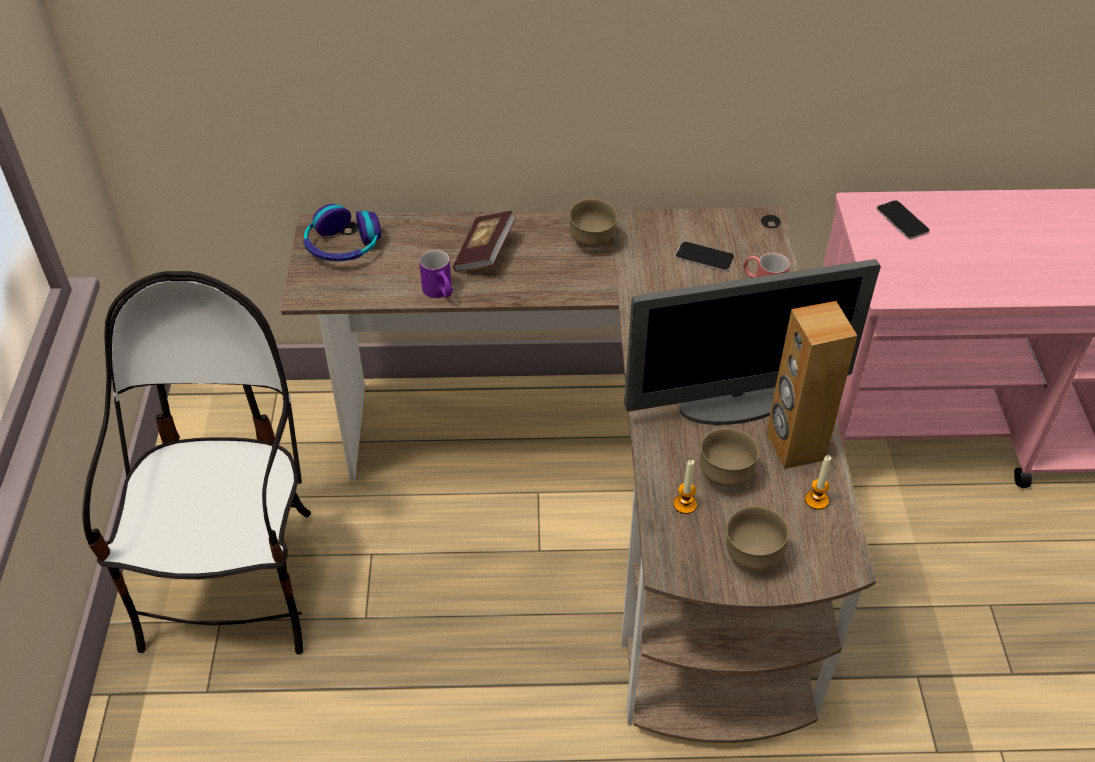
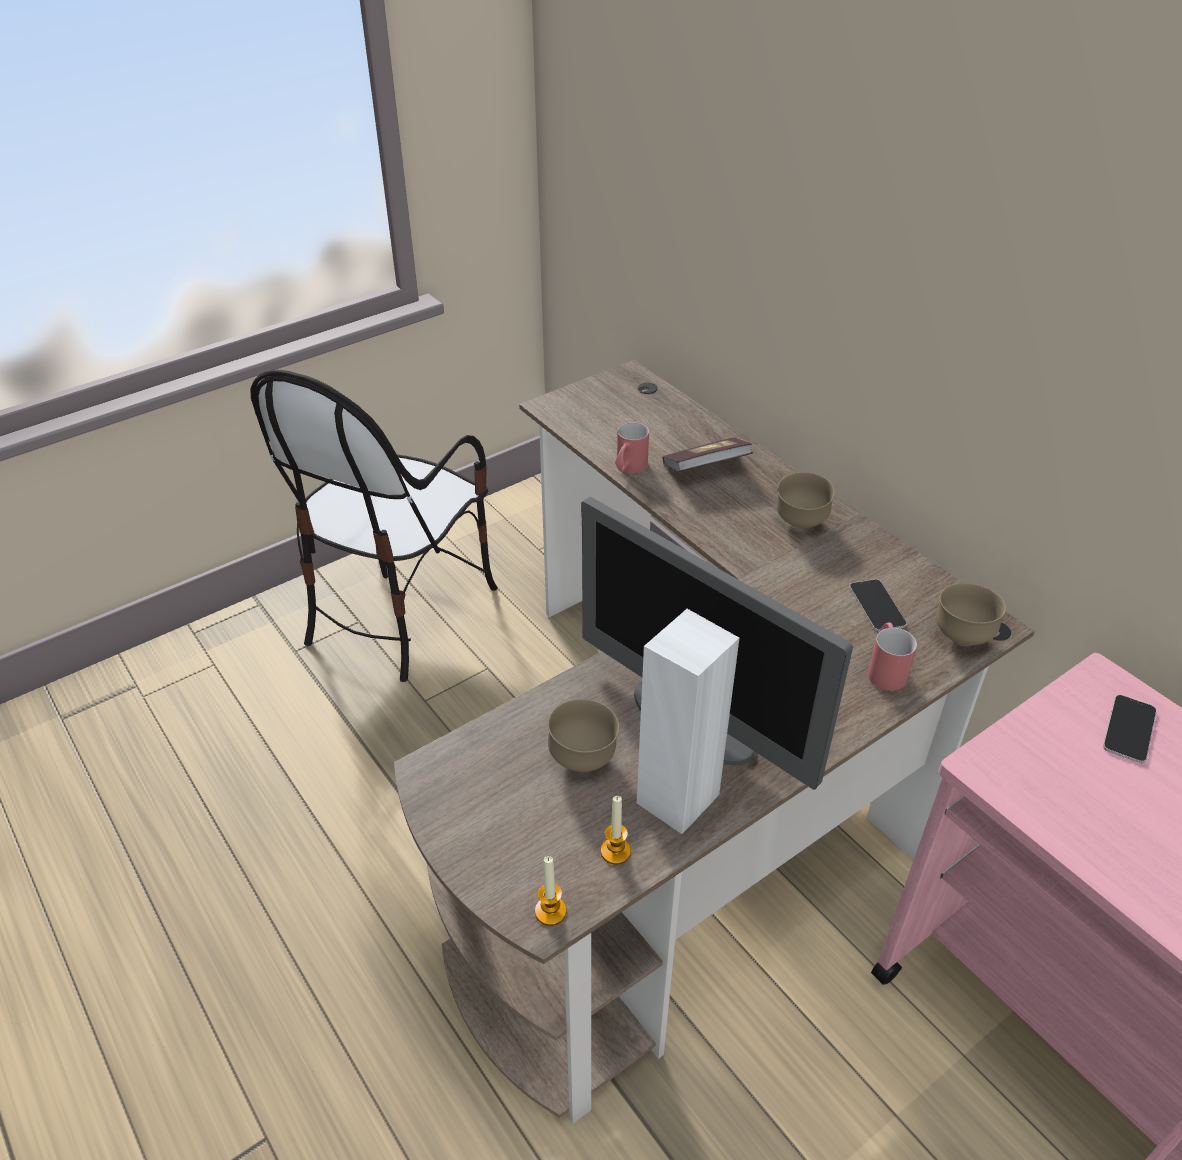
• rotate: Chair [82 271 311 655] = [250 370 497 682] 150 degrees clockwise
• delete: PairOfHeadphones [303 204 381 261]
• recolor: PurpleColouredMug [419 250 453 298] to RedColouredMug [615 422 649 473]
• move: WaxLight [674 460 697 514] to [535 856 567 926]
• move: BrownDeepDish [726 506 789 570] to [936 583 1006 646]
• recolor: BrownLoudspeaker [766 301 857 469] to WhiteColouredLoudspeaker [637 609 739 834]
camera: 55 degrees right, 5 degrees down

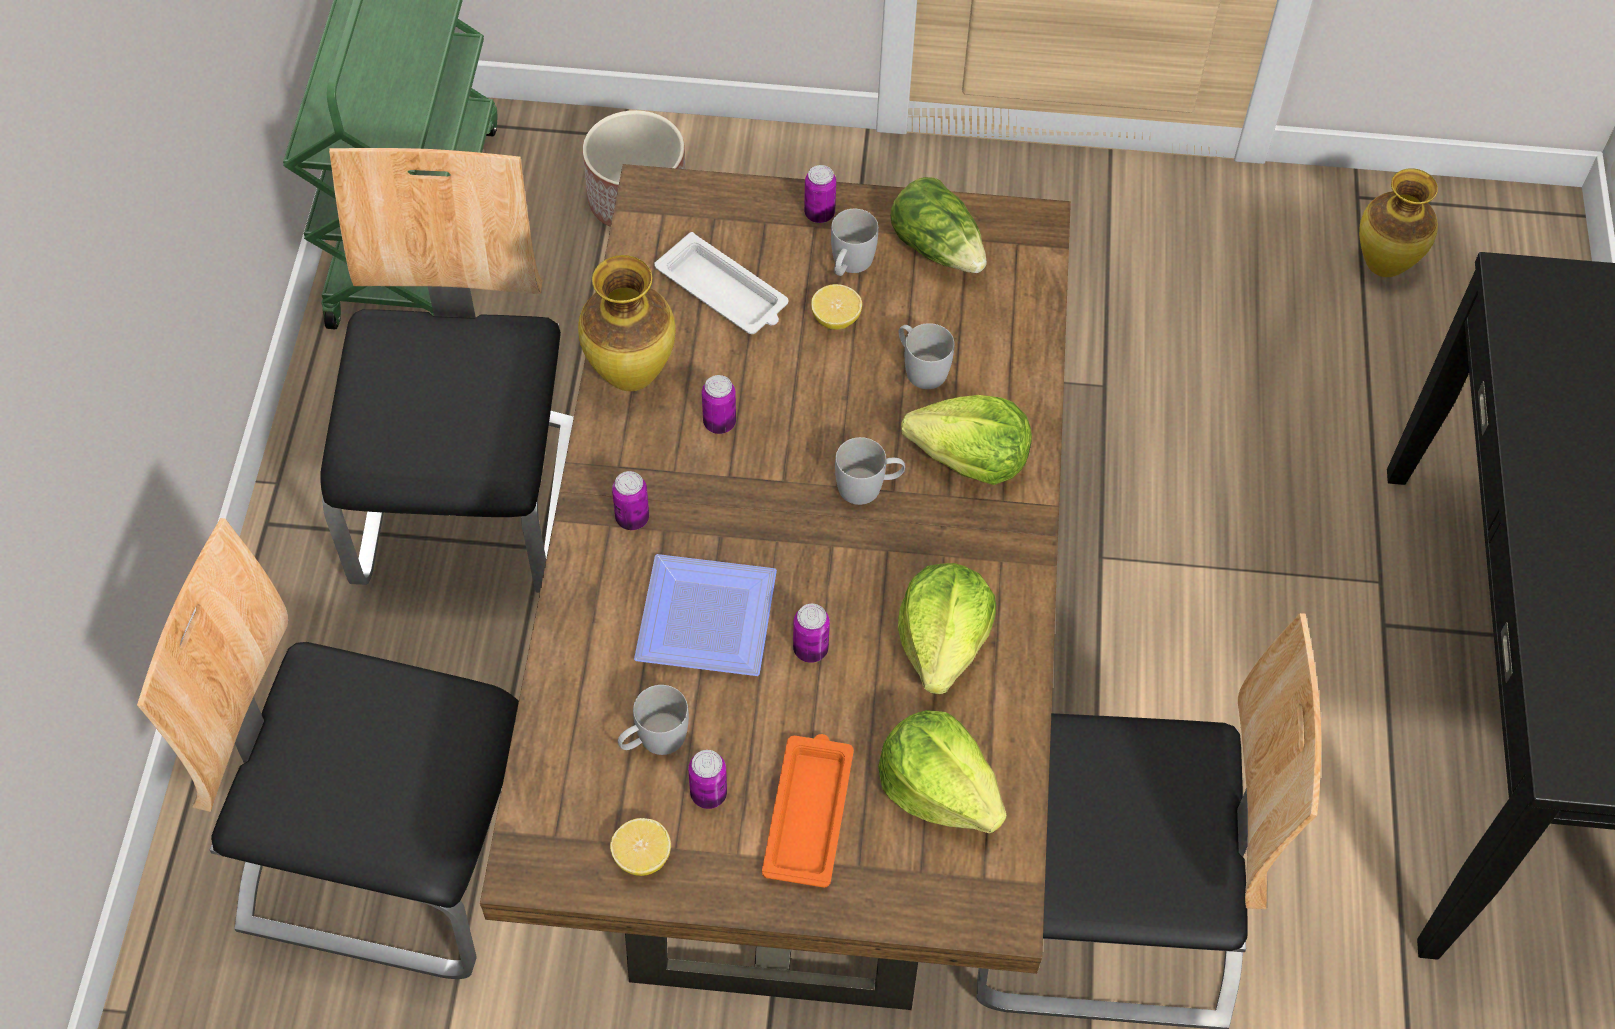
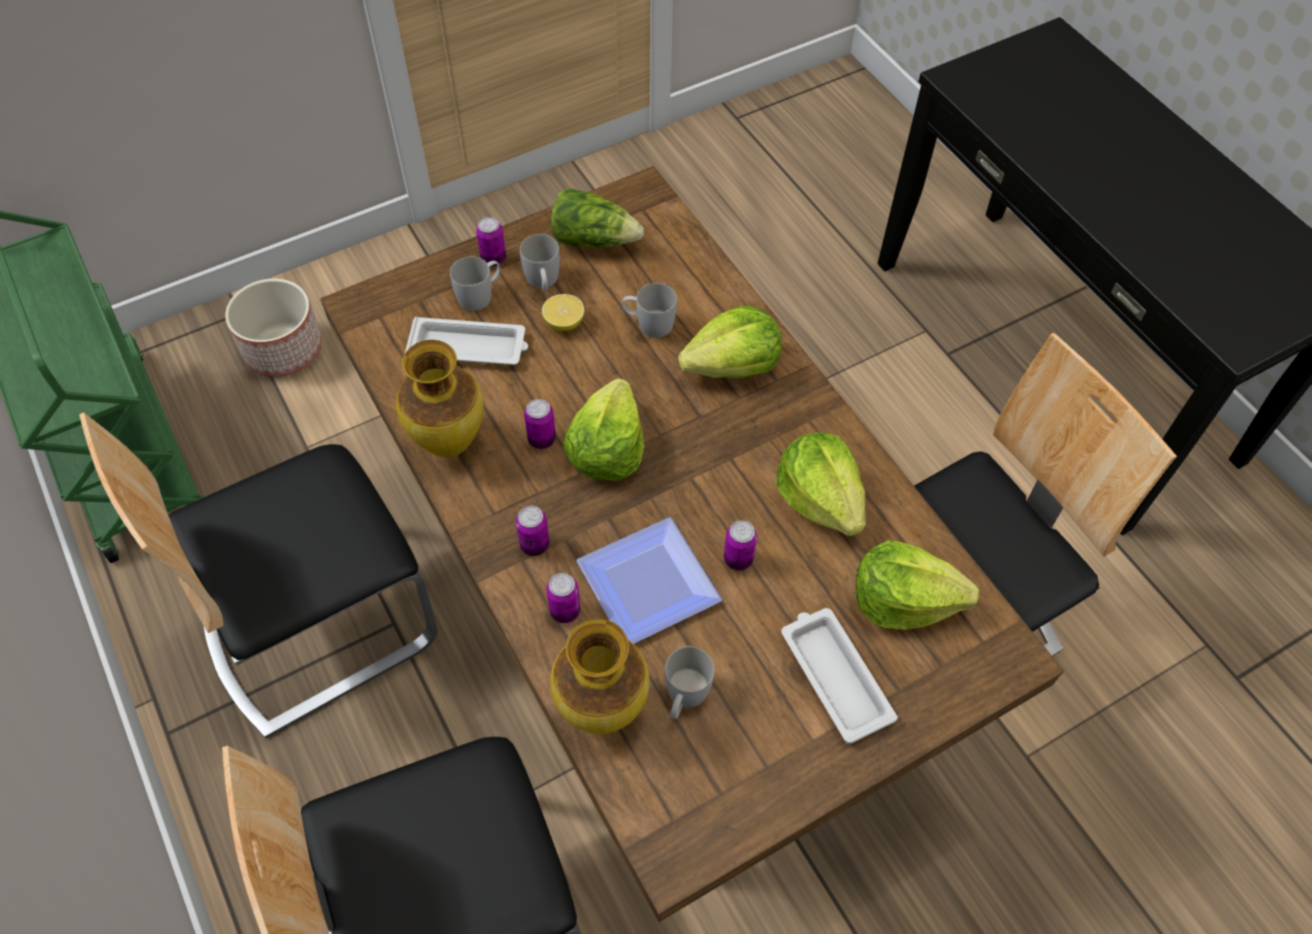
• rotate: Chair [320 148 574 593] = [79 412 438 739] 90 degrees counterclockwise
• delete: CitrusFruit [610 818 671 876]
• move: MetalCan [688 750 727 809] to [546 573 580 623]
• recolor: OrangeyServingTray [762 734 854 888] to WhiteColouredServingTray [781 608 898 744]
• move: WhiteColouredMug [835 437 905 505] to [450 256 501 311]
• move: FlowerVase [1359 168 1438 277] to [550 619 650 734]
• insert: LettuceHead [563 379 644 481]
camera: 35 degrees left, 0 degrees up

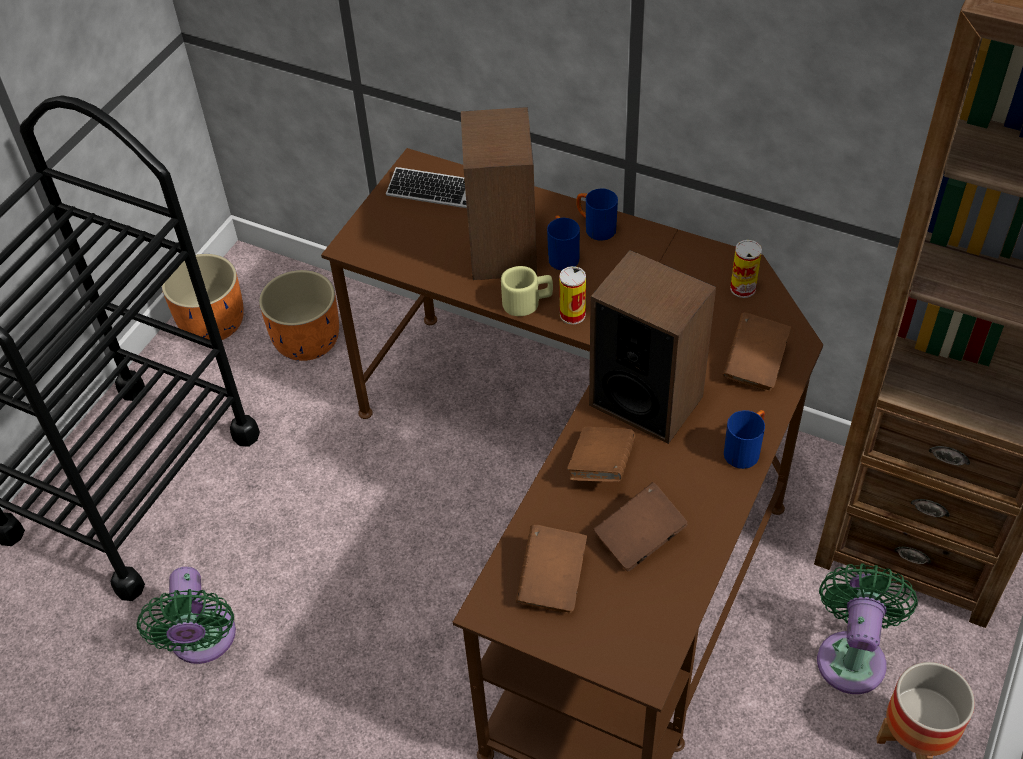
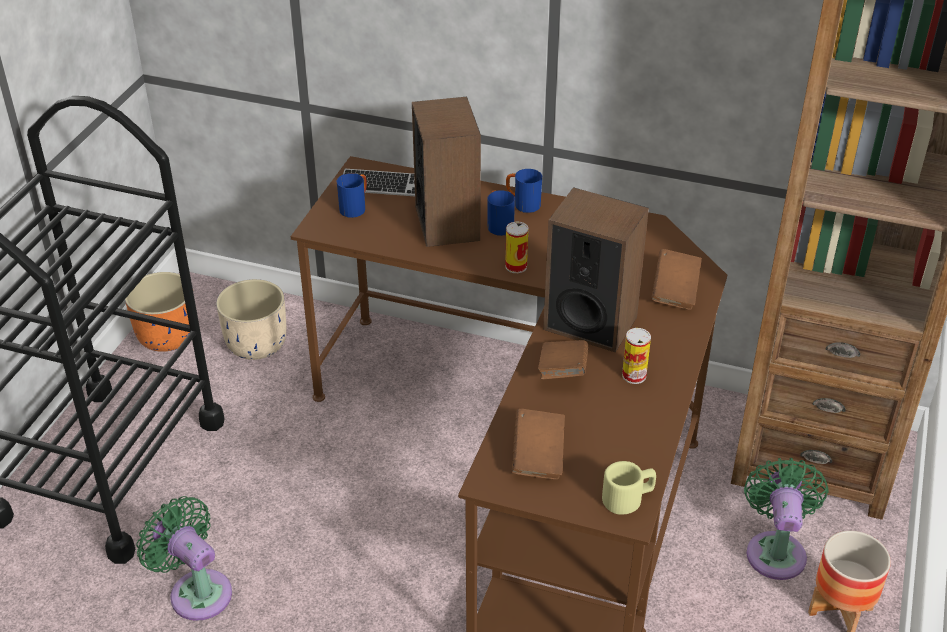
• rotate: GreenColouredElectricFan [137 567 236 664] = [137 496 232 621] 150 degrees clockwise
• recolor: OrangeyPlanter [259 270 339 361] to BeigeColouredPlanter [216 279 286 360]
• move: BeigeColouredMug [501 266 553 316] to [602 461 656 515]
• delete: BrownVolume [593 482 688 571]
• move: BluishMug [724 410 765 469] to [337 173 367 218]
• move: MetalCan [730 240 762 298] to [622 328 651 384]
camera: 10 degrees left, 10 degrees down

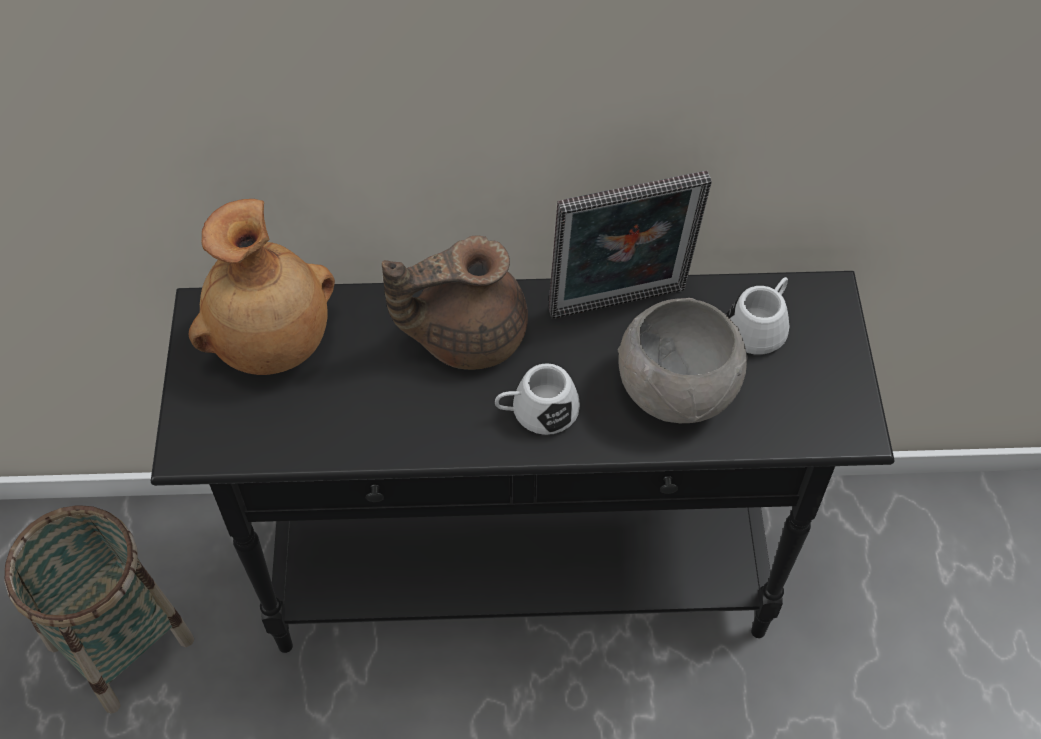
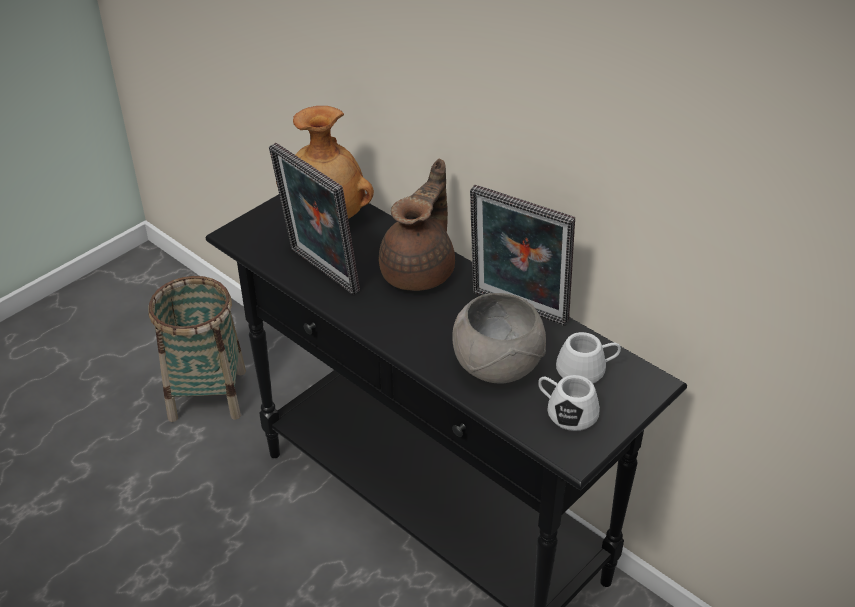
• rotate: BrownPotForTea [382 235 528 370] = [379 159 455 291] 90 degrees clockwise
• move: WhiteColouredMug [495 363 580 435] to [538 375 600 431]
• insert: PictureFrame [269 143 360 295]
camera: 45 degrees right, 15 degrees down

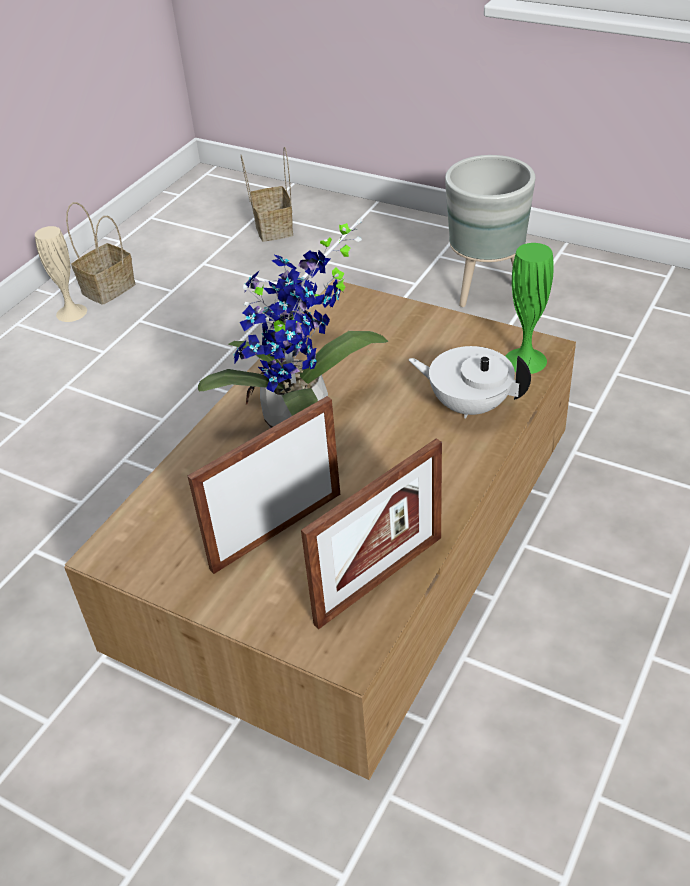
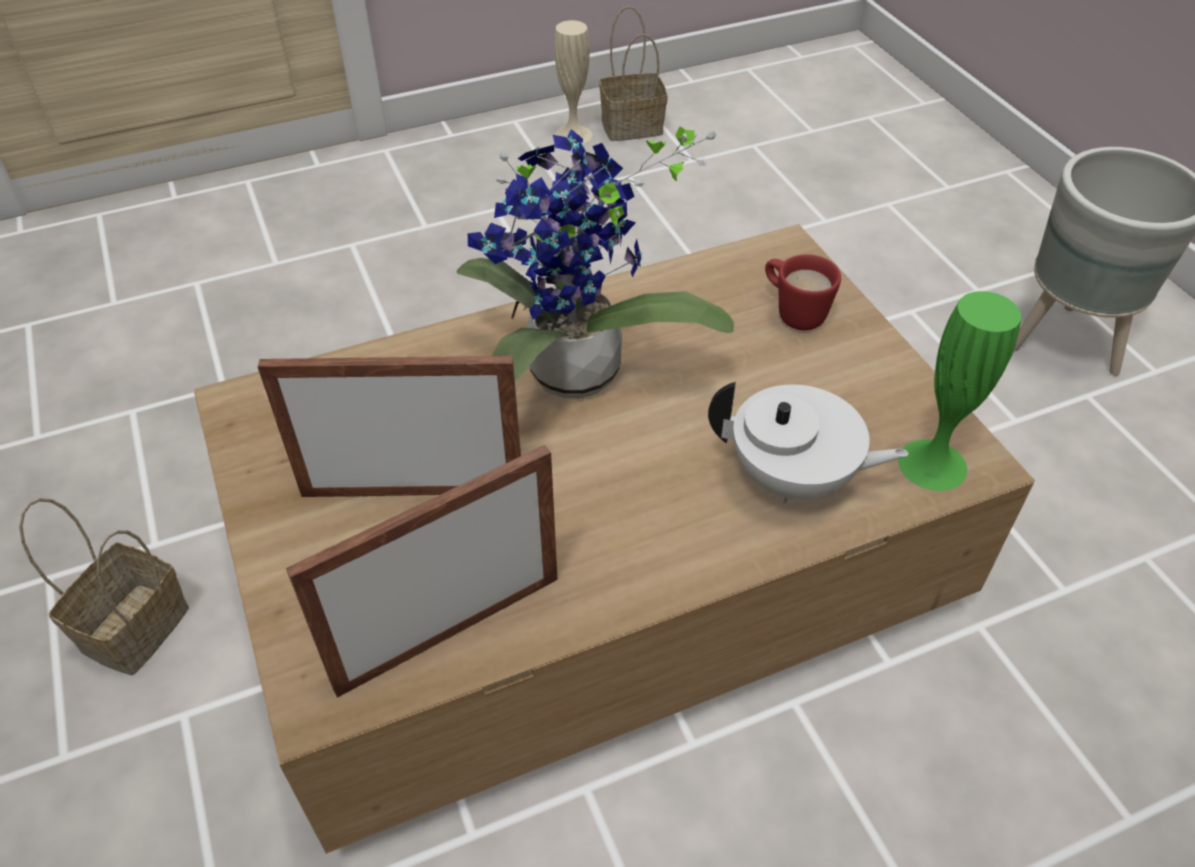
• move: StorageBasket [241 147 293 242] to [19 498 189 675]
• rotate: PictureFrame [301 438 442 629] = [286 445 558 698] 150 degrees clockwise
• rotate: WhiteColouredPotForTea [408 346 531 419] = [708 382 909 504] 135 degrees clockwise
• insert: RedColouredMug [765 254 841 330]
camera: 35 degrees right, 5 degrees up

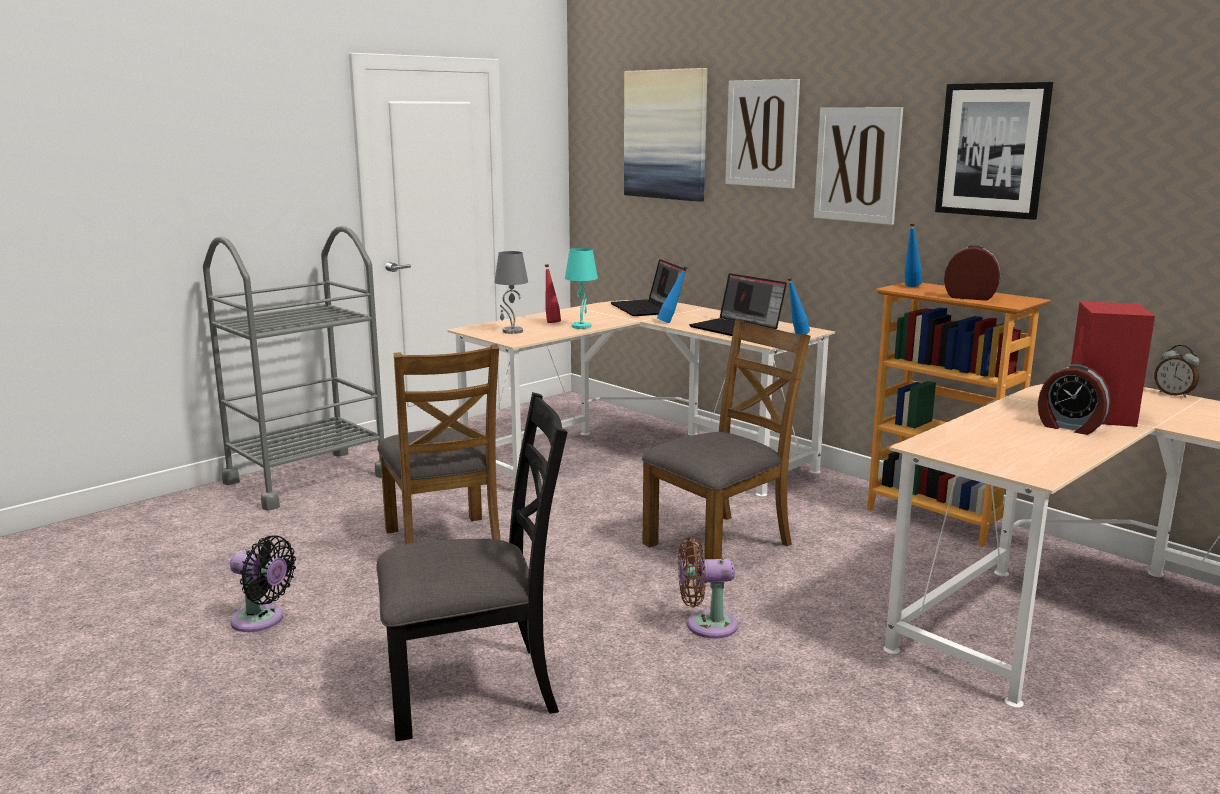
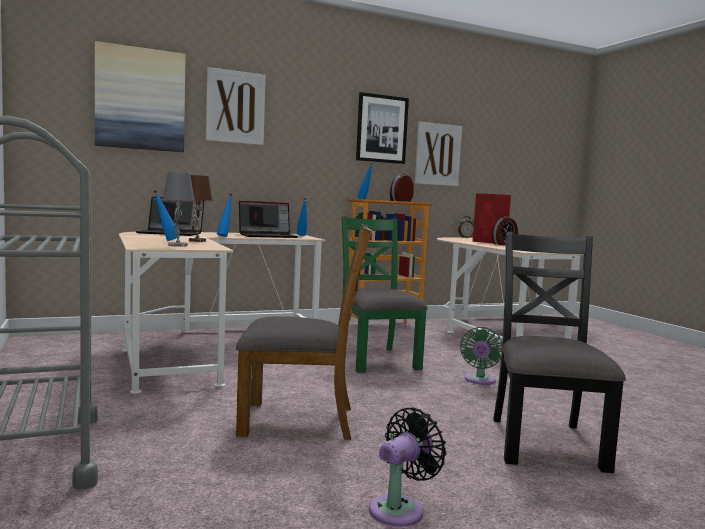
• recolor: RedColouredBeverageBottle [545 264 561 323] to BluishBeverageBottle [153 190 177 241]
• recolor: TurquoiseTabletopLamp [565 248 598 329] to BrownTabletopLamp [189 175 213 242]
• recolor: BrownChair [642 319 811 559] to GreenColouredChair [341 216 428 373]
• recolor: BrownElectricFan [678 537 738 639] to GreenColouredElectricFan [460 327 502 385]
• move: Picture [814 108 903 225] to [415 122 462 186]
camera: 70 degrees left, 10 degrees down

